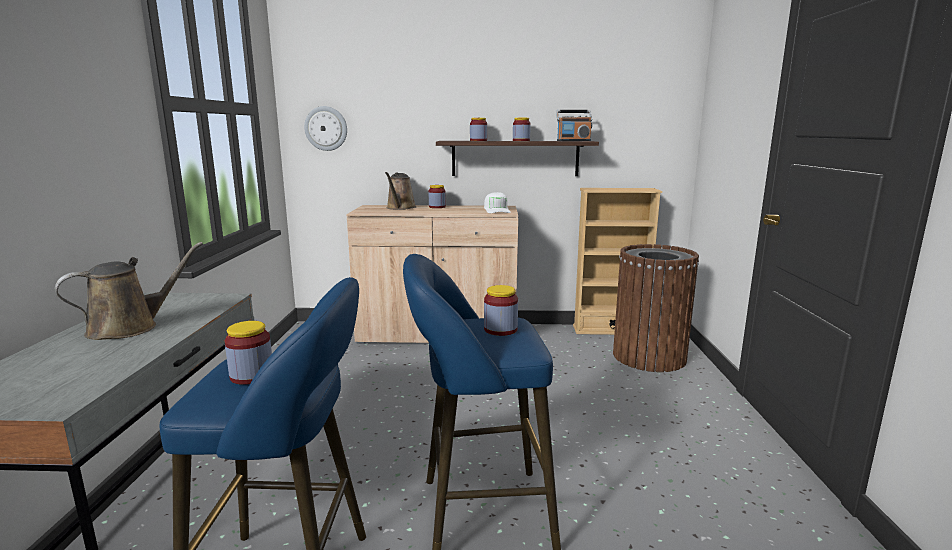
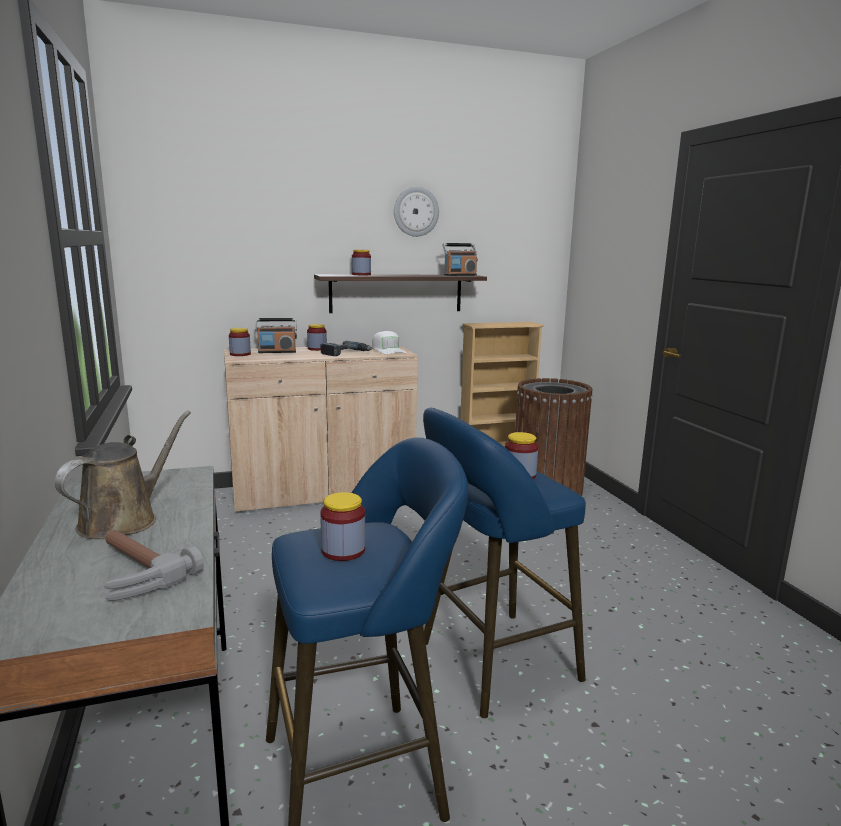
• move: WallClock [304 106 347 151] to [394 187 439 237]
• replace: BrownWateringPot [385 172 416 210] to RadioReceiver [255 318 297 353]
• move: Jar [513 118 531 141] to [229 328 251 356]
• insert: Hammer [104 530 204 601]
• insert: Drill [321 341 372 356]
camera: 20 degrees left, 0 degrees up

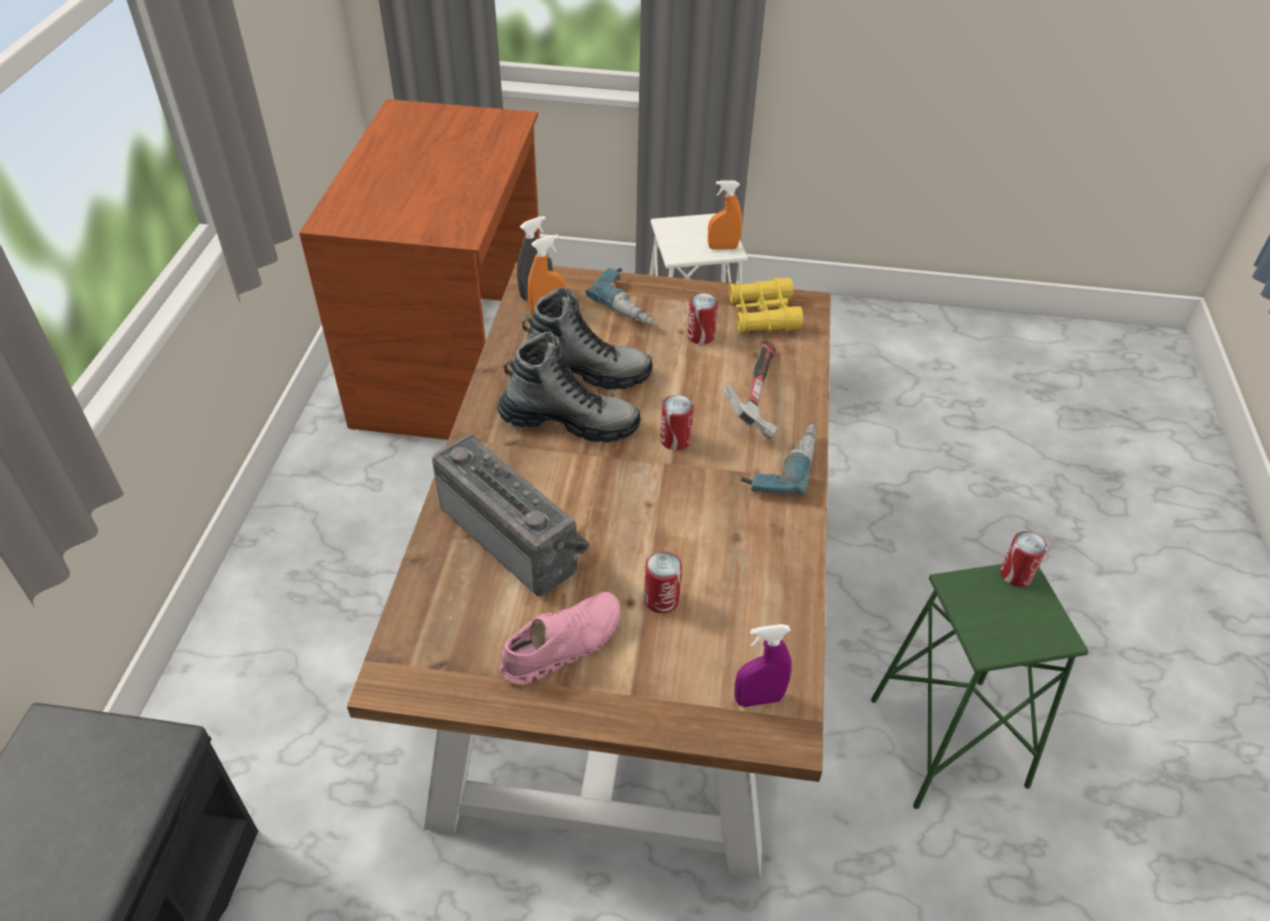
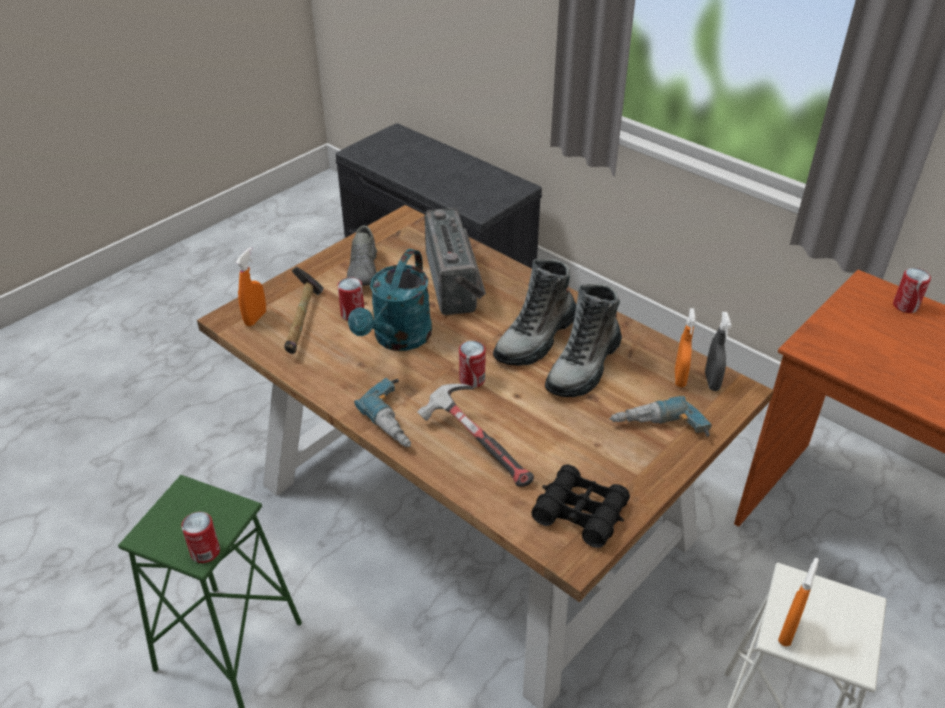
• rotate: RadioReceiver [432 434 590 597] = [424 208 486 315] 90 degrees counterclockwise
• recolor: PinkishLowShoe [499 592 621 685] to GrayLowShoe [347 225 377 286]
• move: MetalCan [687 293 718 344] to [893 268 931 313]
• recolor: YellowBinoculars [729 277 803 333] to BlackColouredBinoculars [532 464 630 548]
• recolor: PurpleColouredSprayBottle [734 624 792 707] to OrangeySprayBottle [236 247 266 326]
• insert: Hammer [284 267 324 354]
• insert: TurquoiseWateringPot [348 249 432 351]
camera: 125 degrees right, 5 degrees down

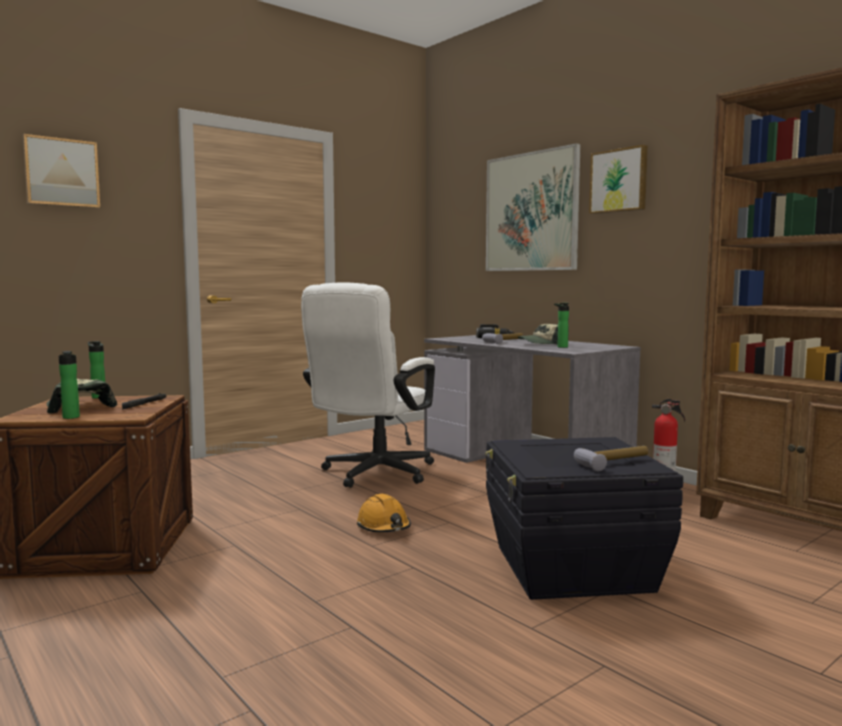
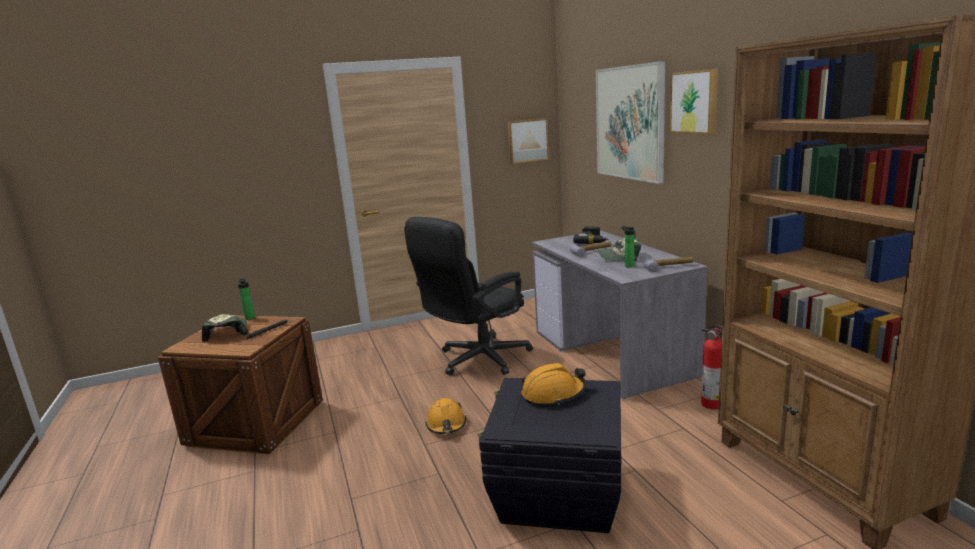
• move: Picture [22 134 100 208] to [507 118 549 164]
• delete: BeverageBottle [59 351 80 419]
• recolor: WhiteColouredComputerChair [301 283 435 488] to BlackColouredComputerChair [404 217 533 375]
• move: Hammer [574 446 648 471] to [643 257 693 272]
• insert: OrangeySafetyHelmet [522 363 586 405]
camera: 20 degrees right, 10 degrees up

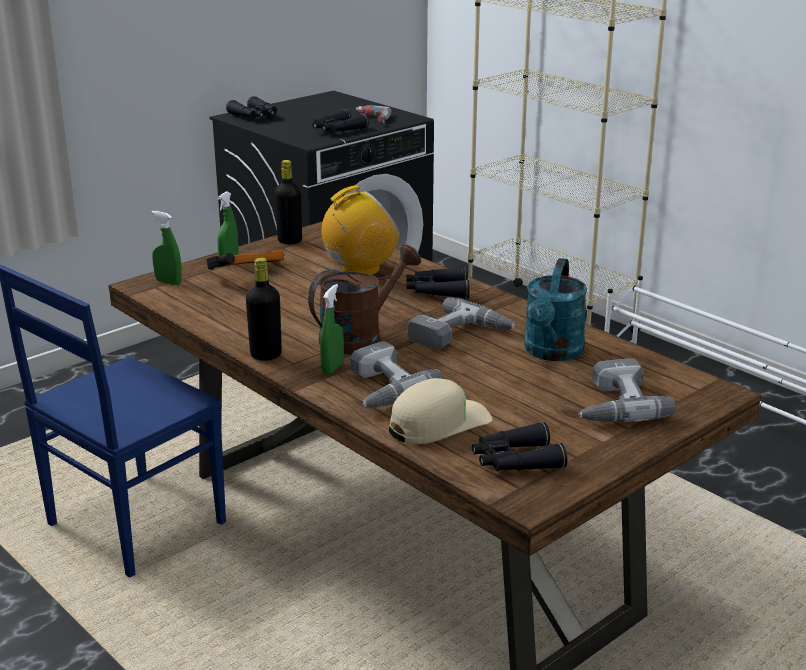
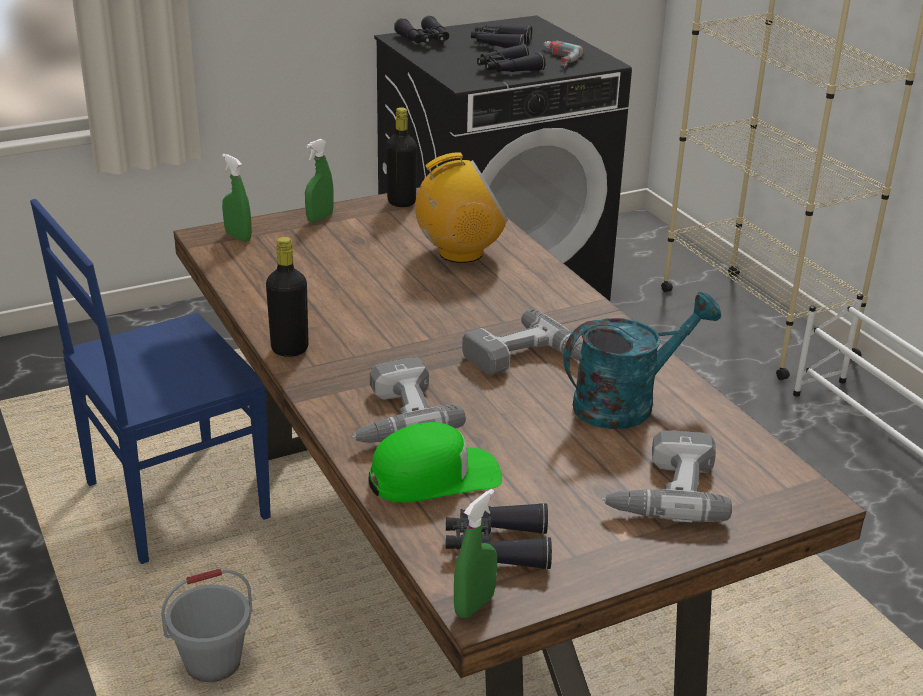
• delete: Hammer [207 250 284 270]
• delete: BrownWateringPot [308 244 421 354]
• move: GreenColouredSprayBottle [320 284 344 374] to [454 489 497 618]
• recolor: BeigeColouredPeakedCap [389 378 492 444] to GreenColouredPeakedCap [368 422 502 502]
• move: BlackColouredBinoculars [406 267 470 299] to [471 25 532 48]
• rotate: TurquoiseWateringPot [524 258 587 361] = [563 292 721 429] 150 degrees counterclockwise
• insert: GrayBucket [161 569 252 682]
camera: 15 degrees right, 5 degrees up

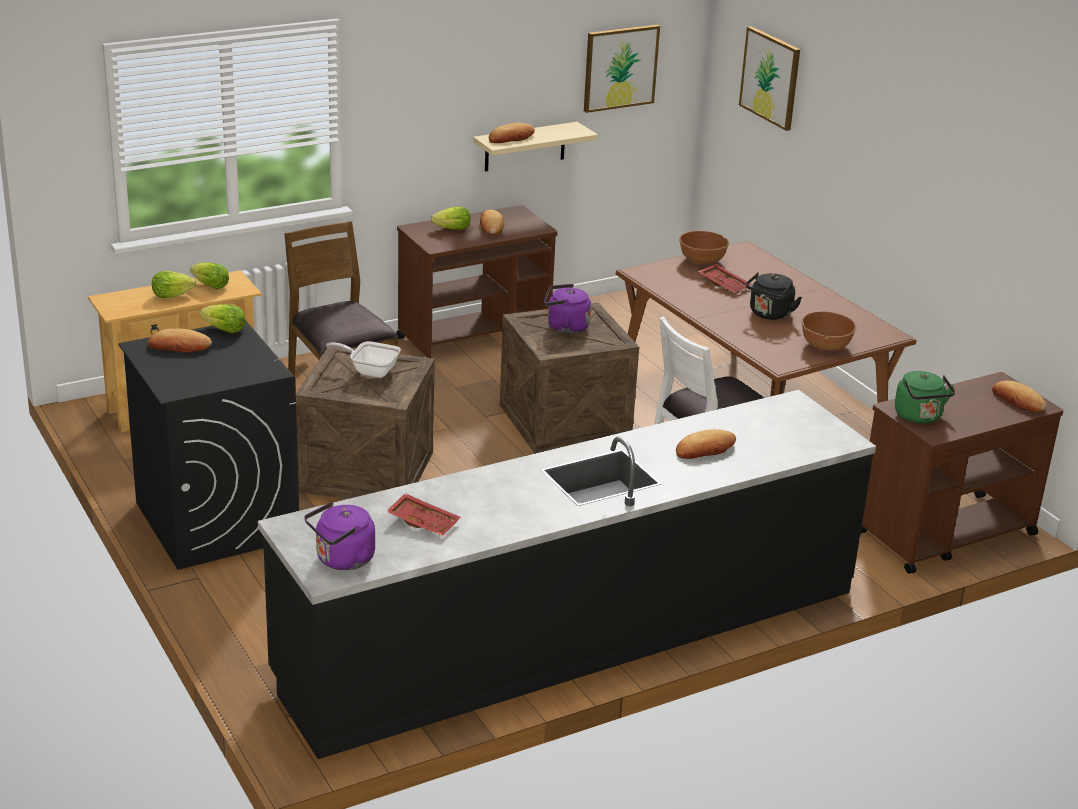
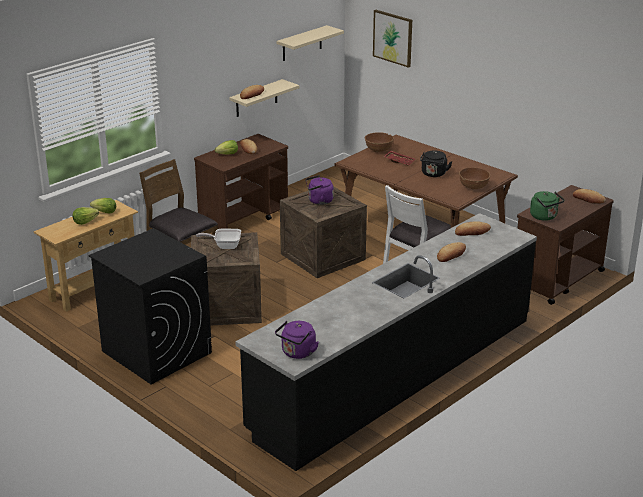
• move: BakedBread [148 329 212 353] to [455 221 491 236]
• delete: LettuceHead [200 304 246 333]
• delete: RedColouredServingTray [386 493 461 536]
• replace: Picture [584 25 660 113] to BeigeColouredWallShelf [277 25 344 61]
camera: 15 degrees left, 0 degrees up

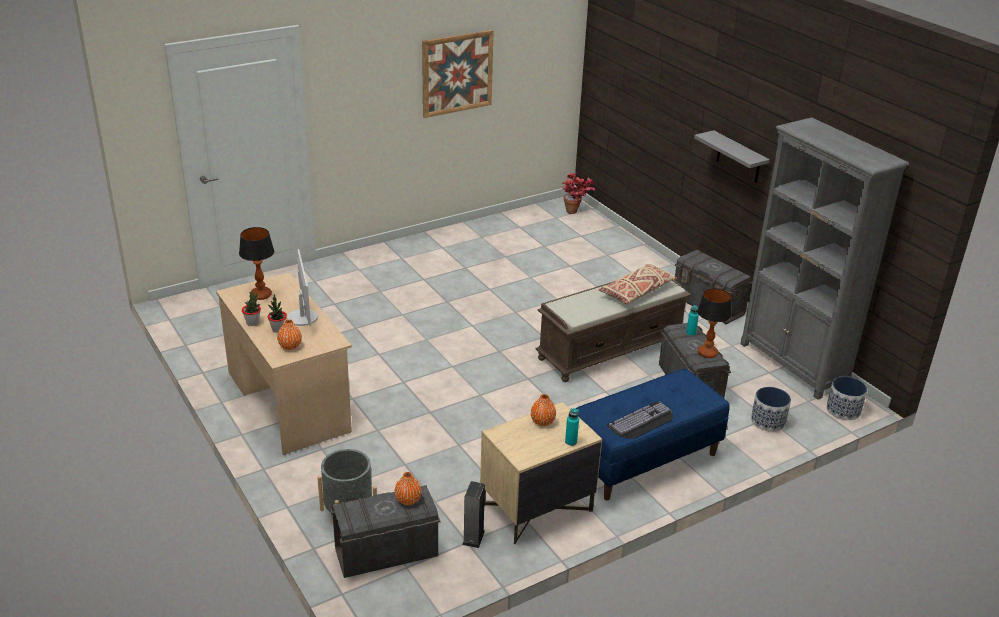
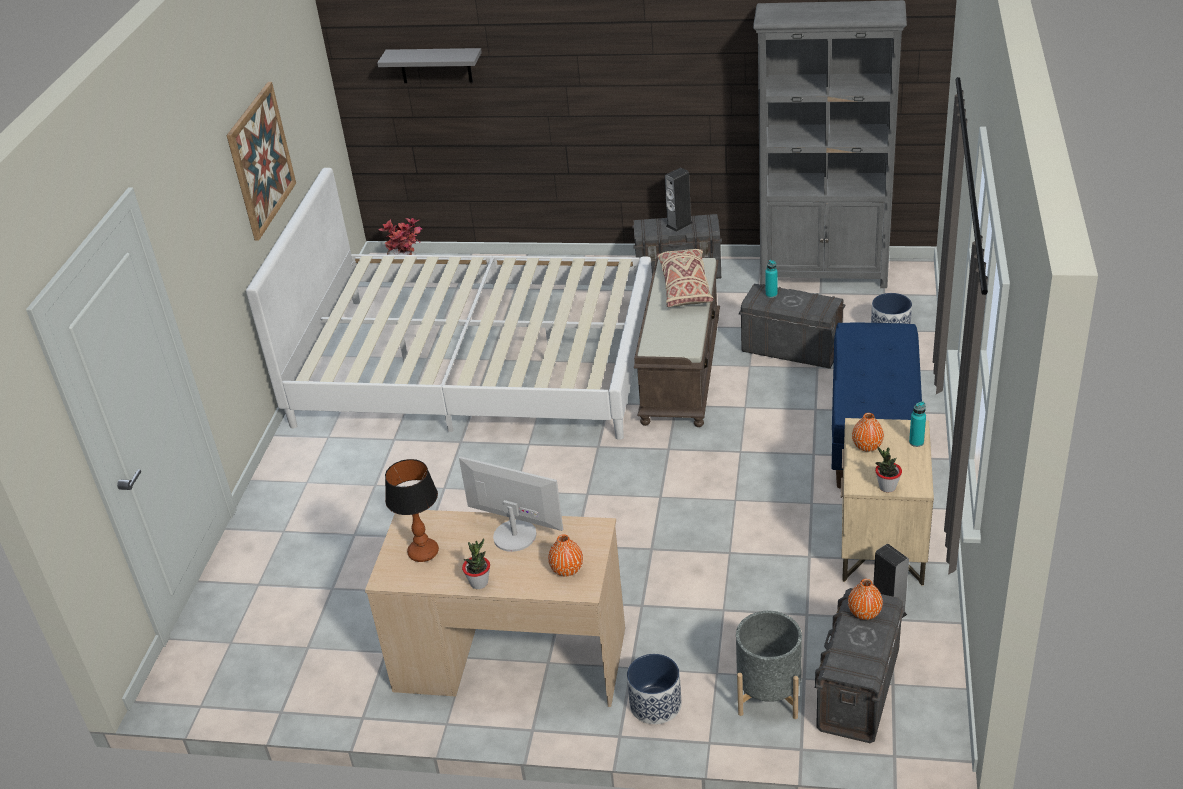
• move: PlantInAPot [268 294 287 333] to [875 447 902 493]
• delete: Keyboard [607 401 673 438]
• move: GrayWallShelf [694 130 770 183] to [377 48 482 83]
• delete: TabletopLamp [697 288 732 358]
• move: Planter [826 376 867 420] to [627 654 682 724]
• insert: WhiteColouredBed [246 168 652 440]
• insert: Loudspeaker [665 168 693 232]
camera: 45 degrees left, 5 degrees up

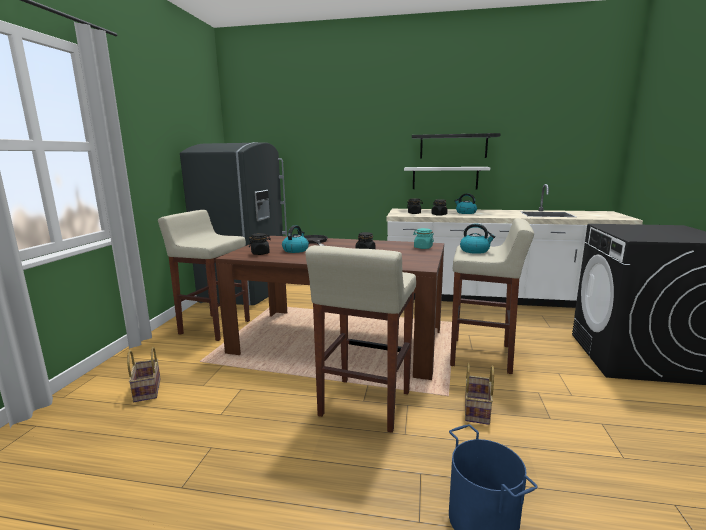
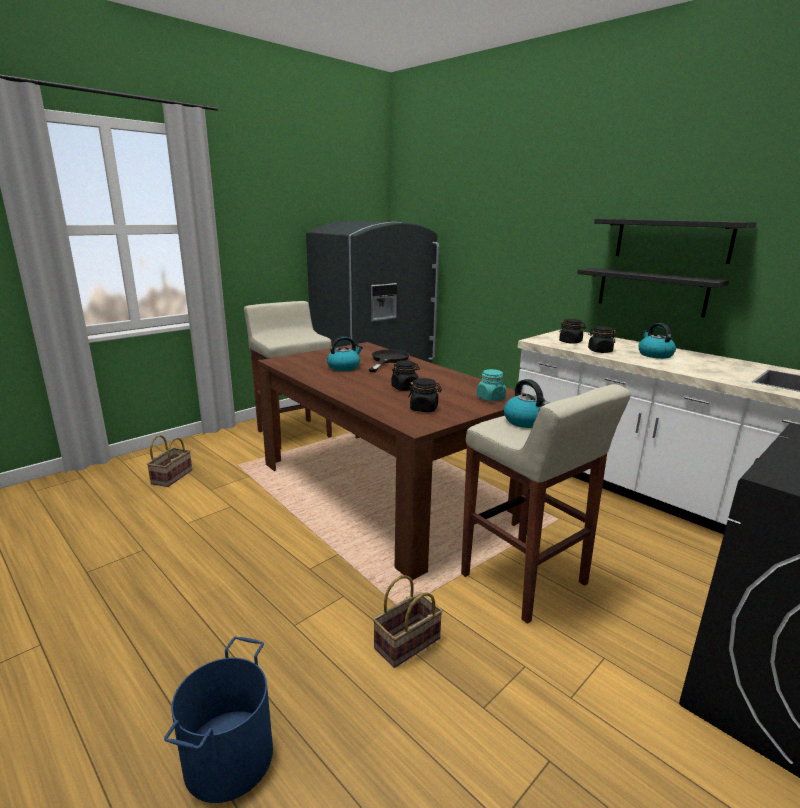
• move: BlackColouredJar [249 233 271 255] to [408 378 442 412]
• delete: BeigeColouredStool [305 245 416 433]
• recolor: WhiteColouredWallShelf [404 167 490 189] to BlackColouredWallShelf [577 268 729 318]
camera: 35 degrees right, 5 degrees up

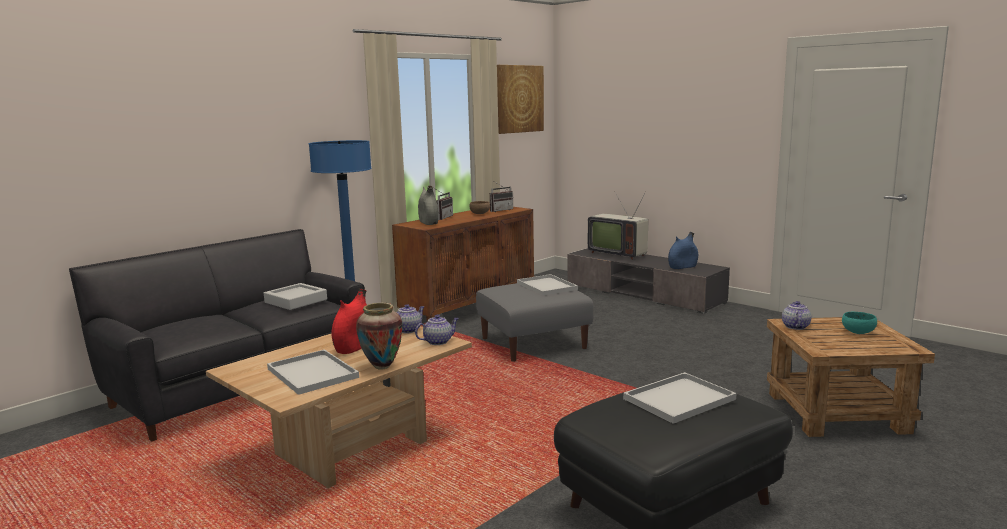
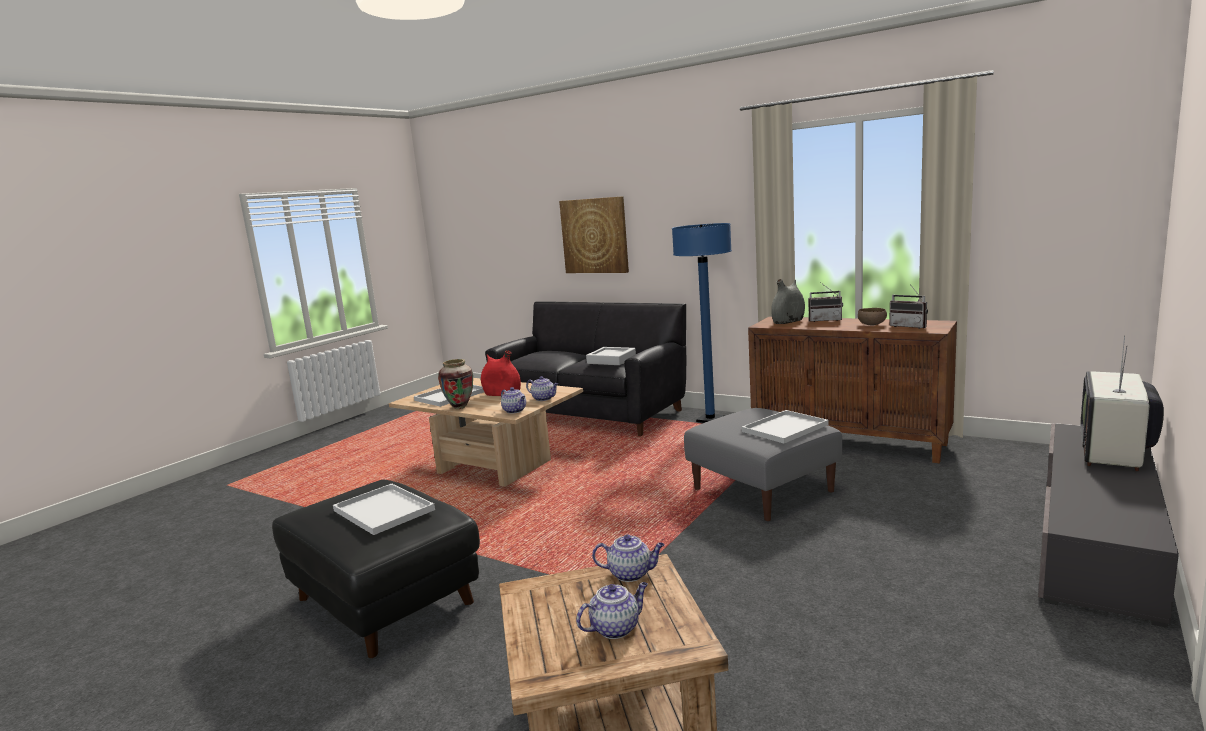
• move: Picture [497 65 544 134] to [559 196 629 273]
• delete: BluishFlowerVase [668 232 698 269]
• replace: TurquoiseDeepDish [842 312 877 334] to PotForTea [576 582 648 639]
camera: 80 degrees right, 0 degrees up

